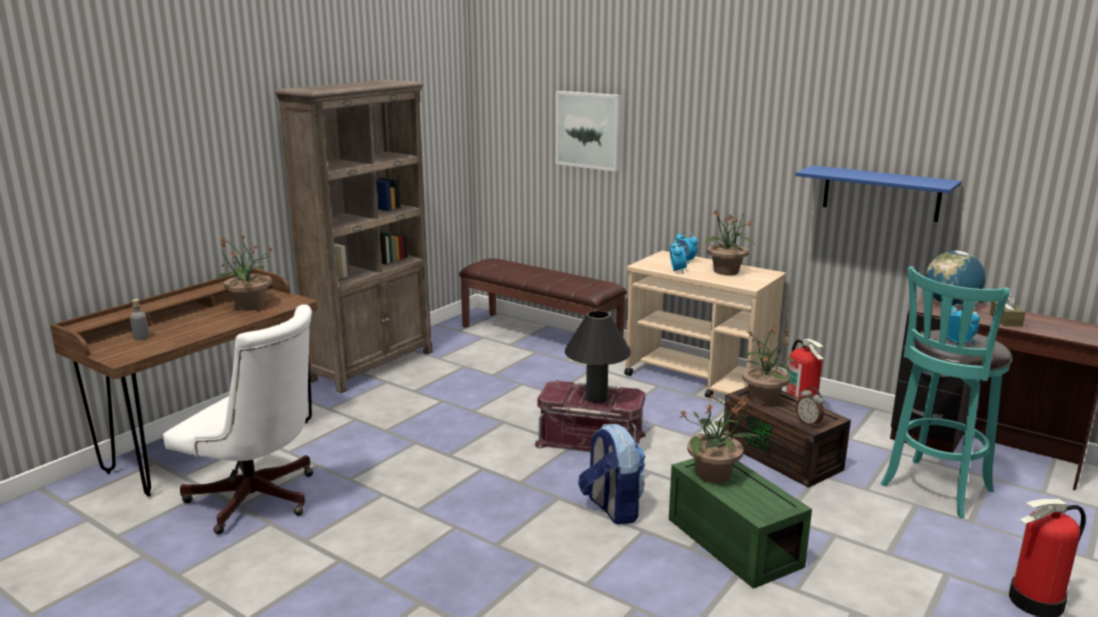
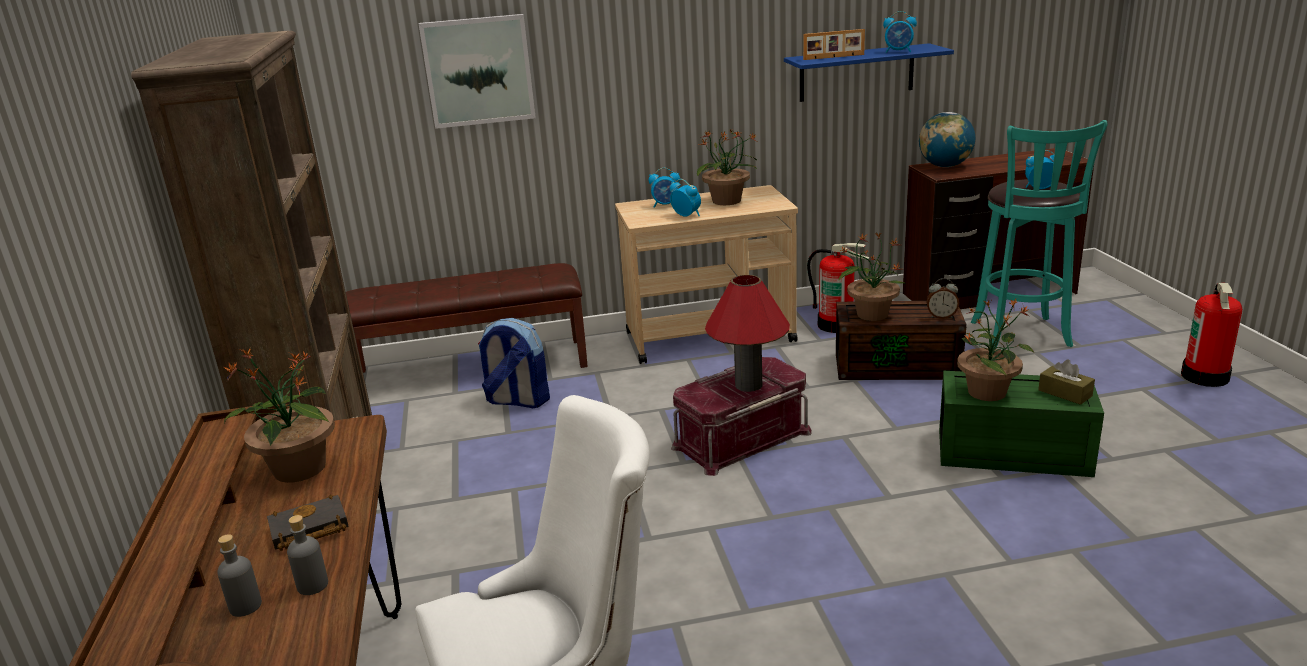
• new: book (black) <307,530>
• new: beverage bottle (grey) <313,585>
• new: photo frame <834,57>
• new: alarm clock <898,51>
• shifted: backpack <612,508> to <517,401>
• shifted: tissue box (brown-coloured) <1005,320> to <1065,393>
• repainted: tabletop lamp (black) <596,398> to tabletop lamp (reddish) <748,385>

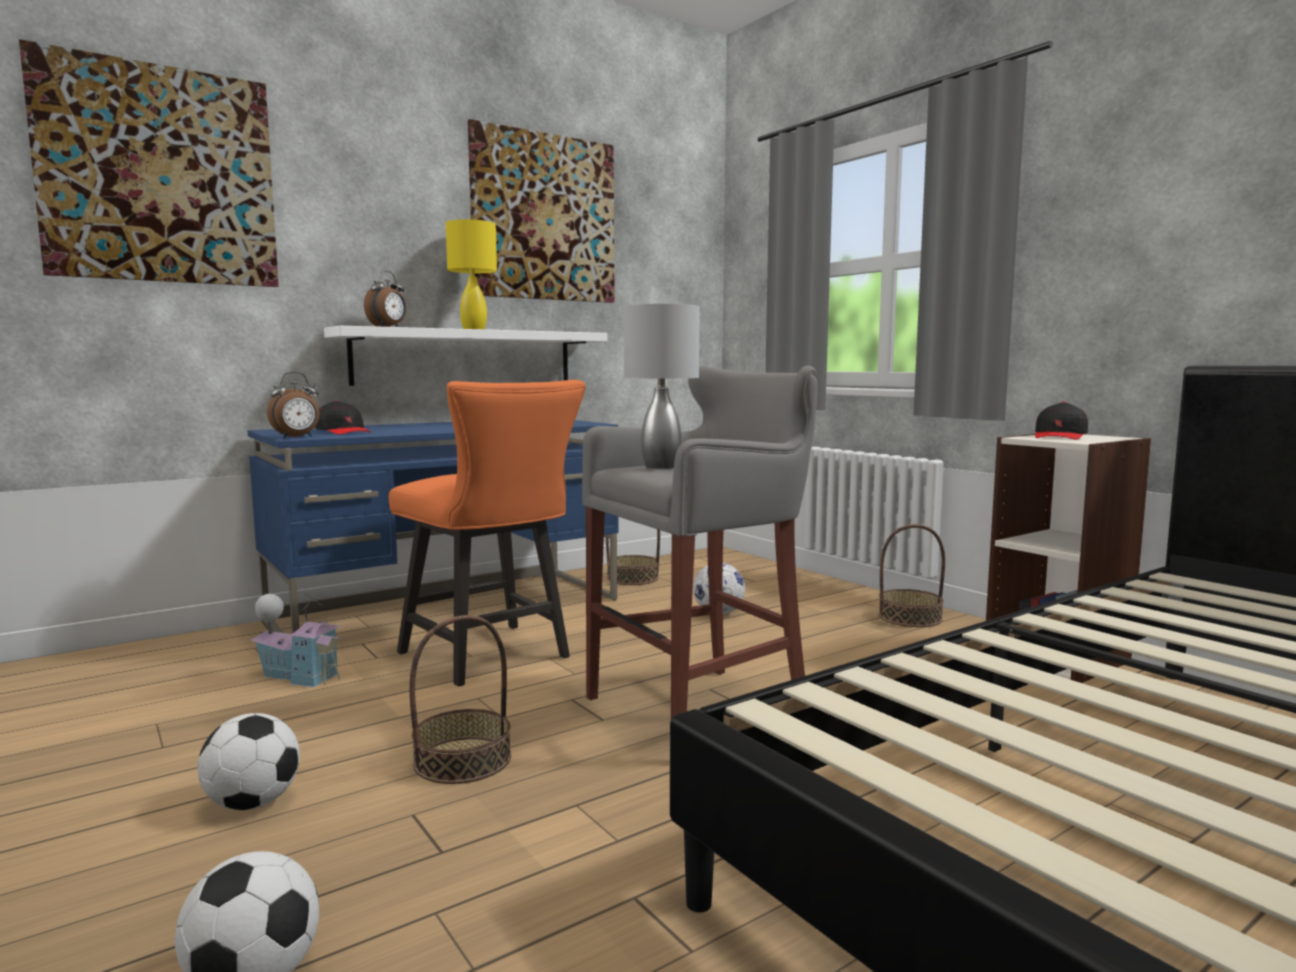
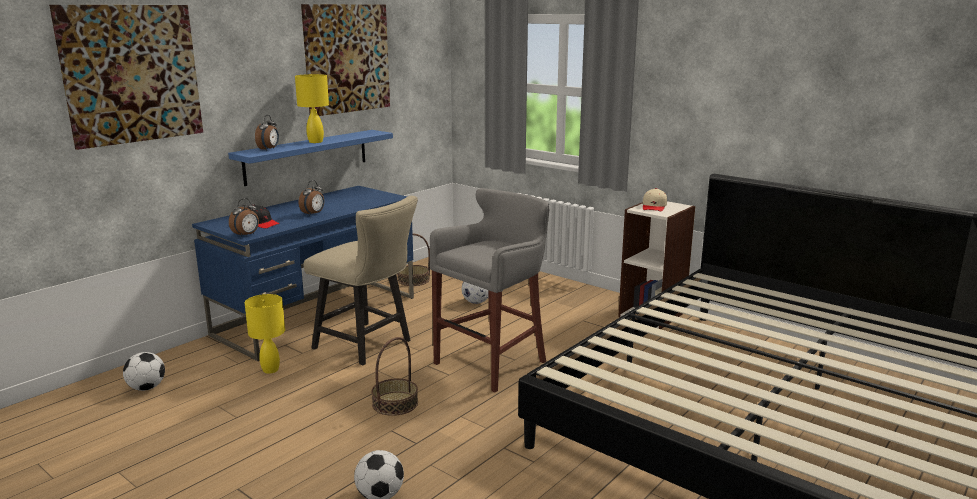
• gone: tabletop lamp (grey) <661,466>
• gone: basket <910,617>
• new: alarm clock <313,214>
• shifted: football <252,803> to <146,388>
• swapped: toy house <301,677> to tabletop lamp (yellow) <270,370>
• repainted: bracket shelf (white-coloured) <465,357> to bracket shelf (bluish) <307,156>
• repainted: upright chair (orangey) <492,657> to upright chair (beige-coloured) <368,345>
• repainted: baseball cap (black) <1060,436> to baseball cap (beige-coloured) <654,206>

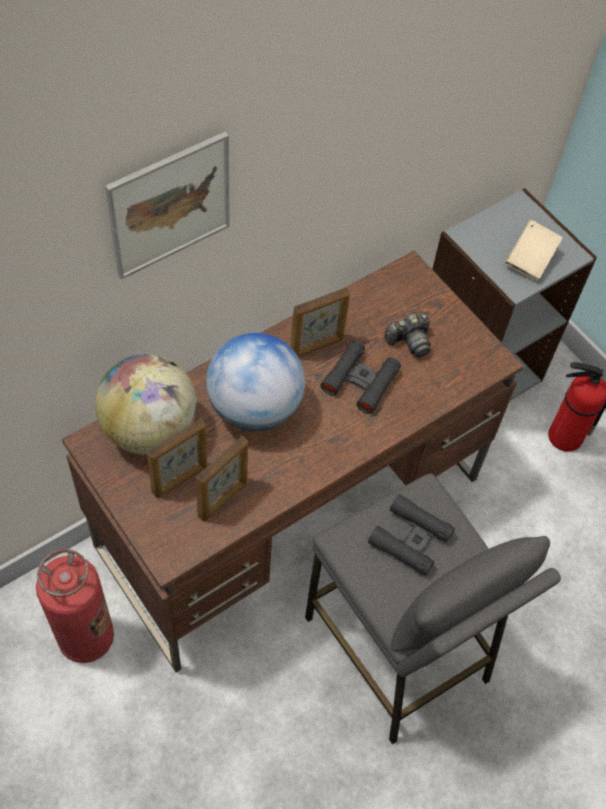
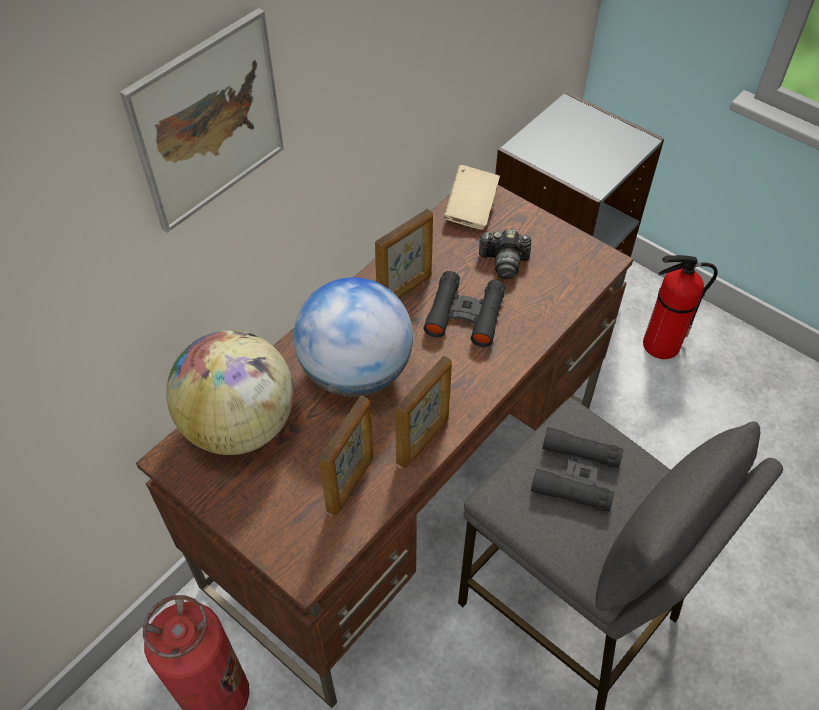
• shifted: photo frame <180,479> to <423,440>
• shifted: book (beige-coloured) <530,260> to <471,209>
• rotated: still camera <409,341> = <504,262> 45 degrees clockwise

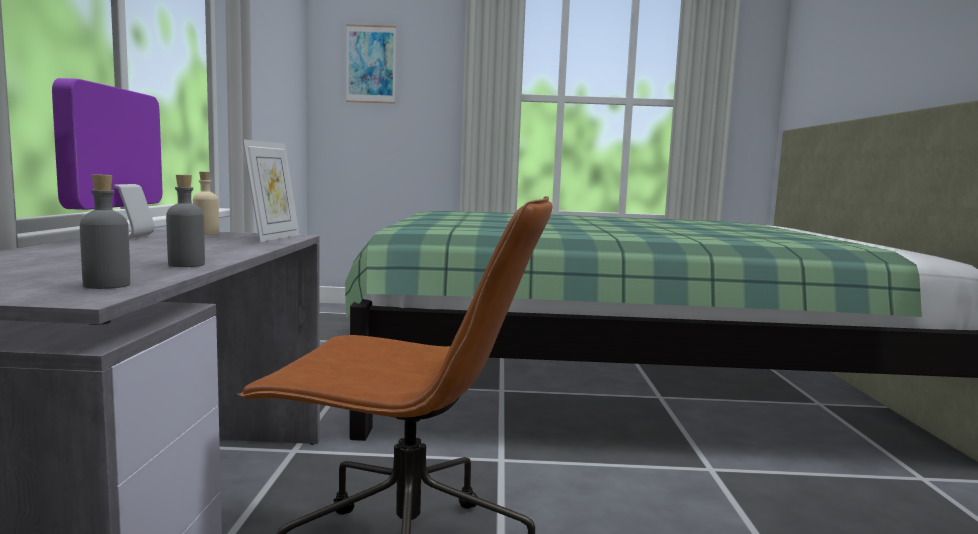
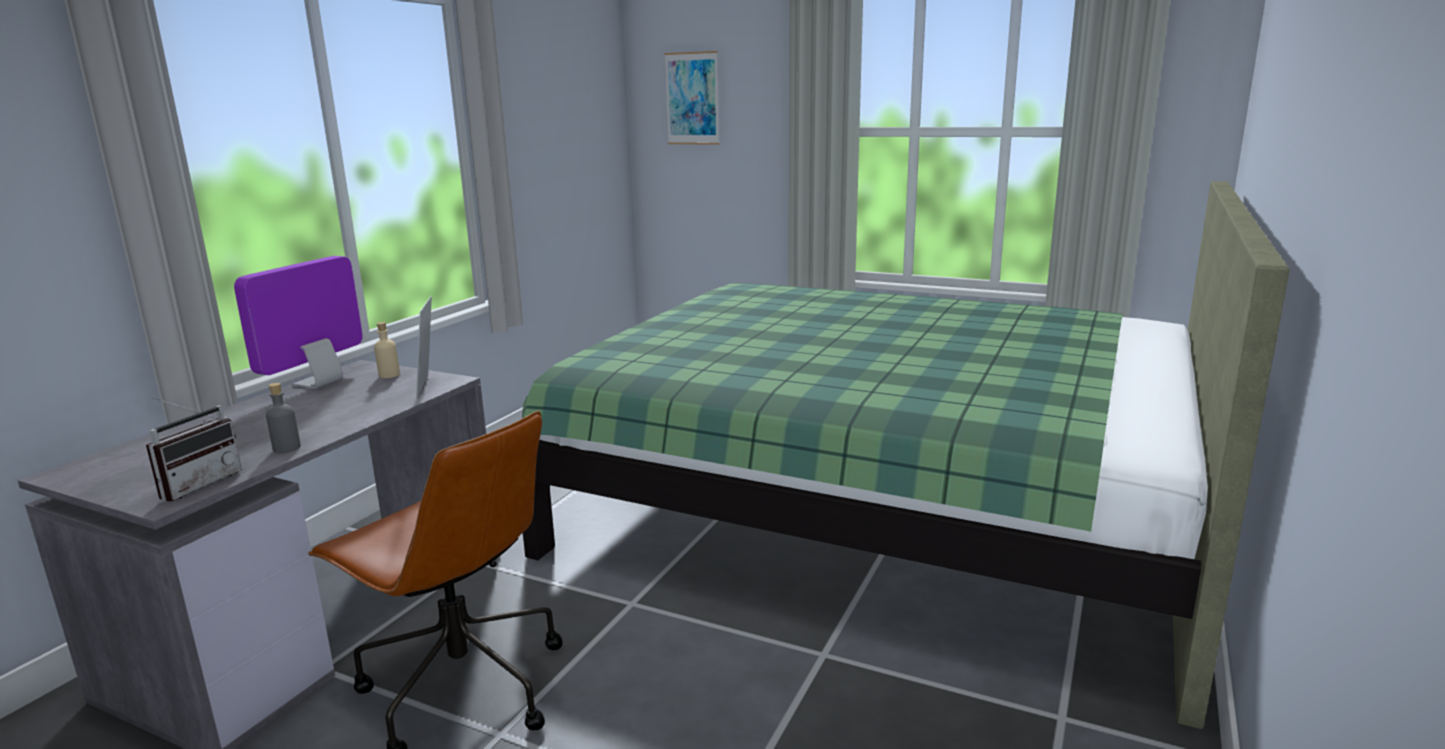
• swapped: beverage bottle (grey) <107,285> to radio set <197,484>
• rotated: photo frame <273,238> = <429,385> 135 degrees clockwise

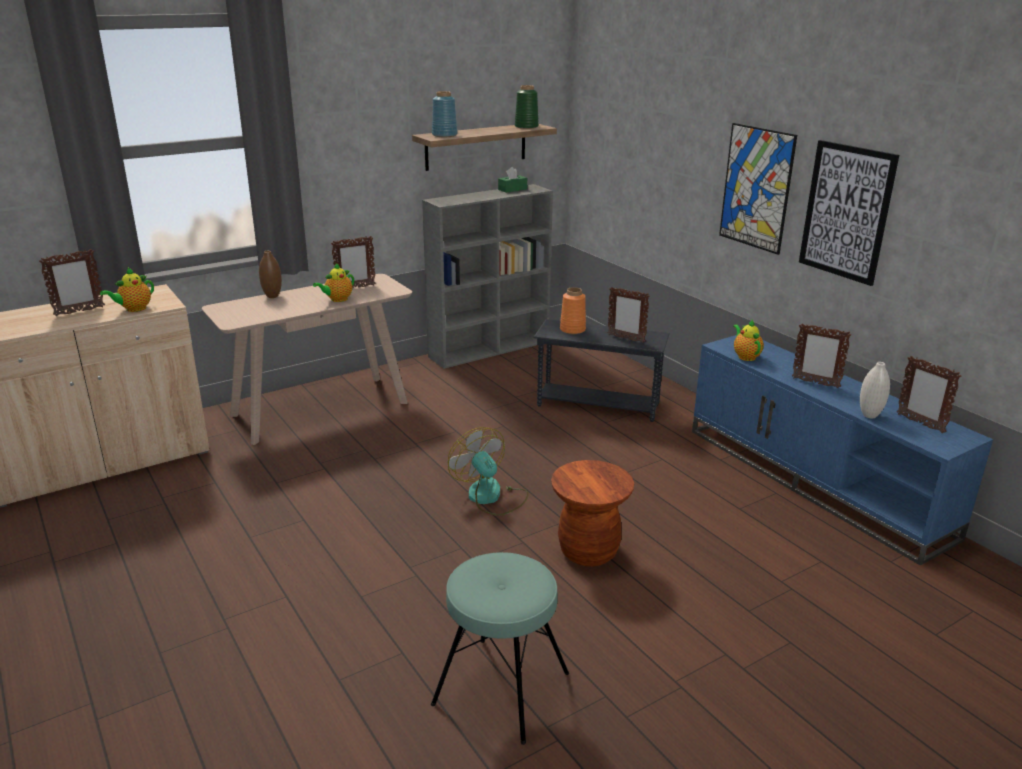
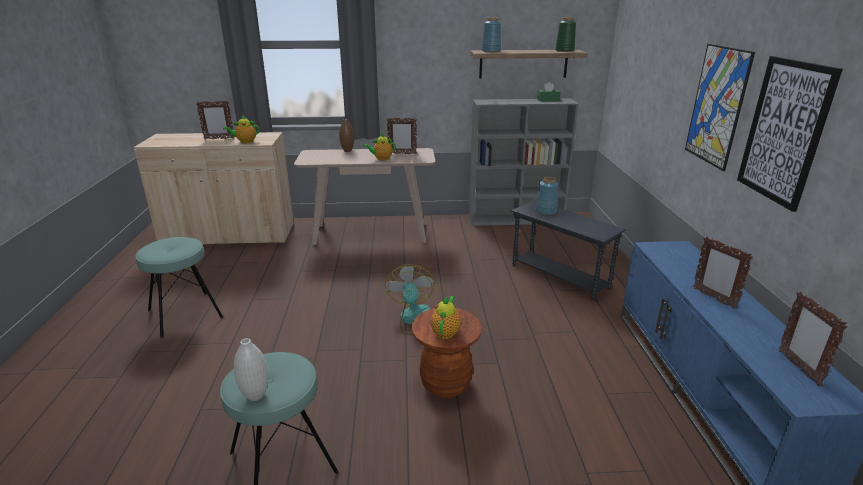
• gone: photo frame <626,338>
• new: stool seat (turquoise-coloured) <185,314>
• shifted: pot for tea <745,356> to <446,332>
• shifted: decorative vase (white-coloured) <869,415> to <255,396>
• repainted: decorative vase (orangey) <572,330> to decorative vase (bluish) <545,211>

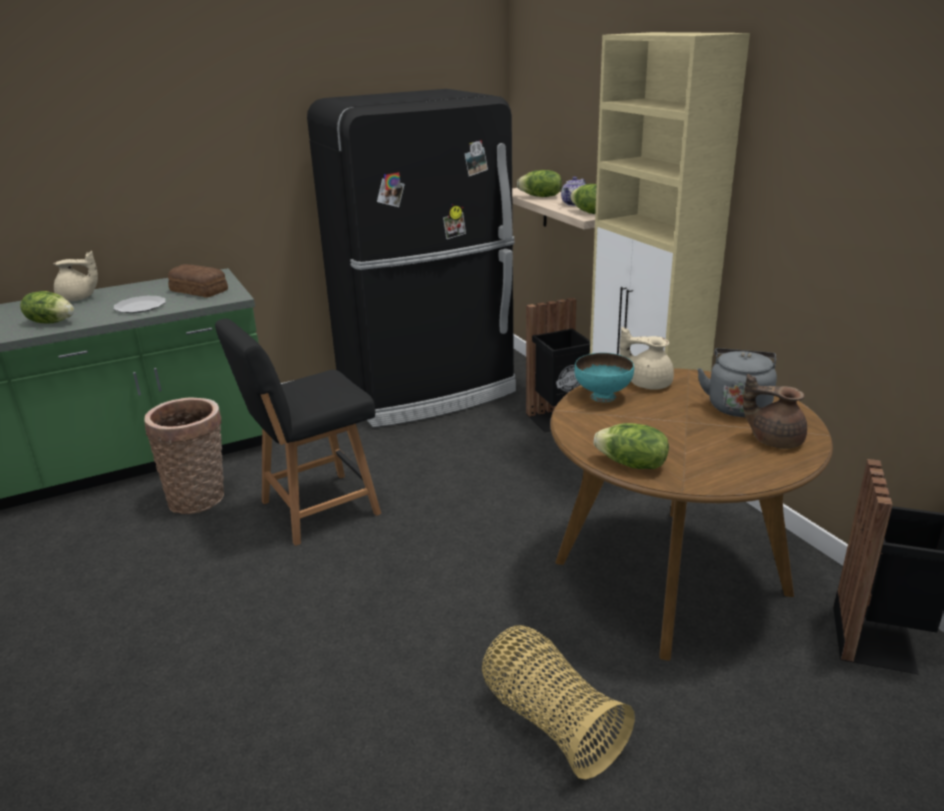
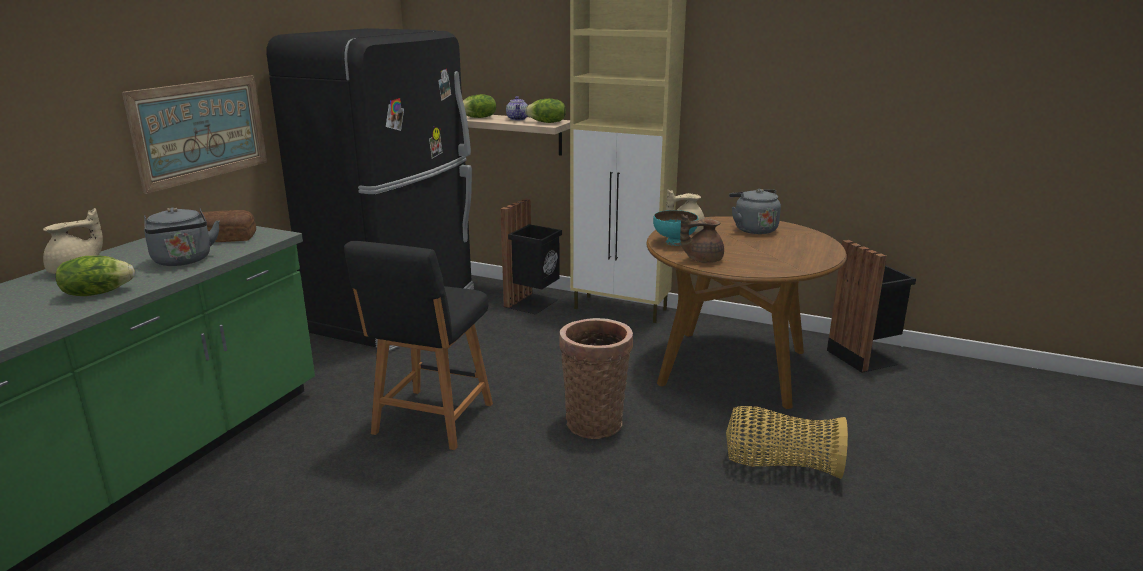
• gone: head of lettuce <631,464>
• new: wall art <200,130>
• shifted: basket <200,497> to <595,421>
• shifted: pot for tea (brown-coloured) <774,440> to <702,259>
• swapped: flat dish <139,307> to tea kettle (grey) <183,261>

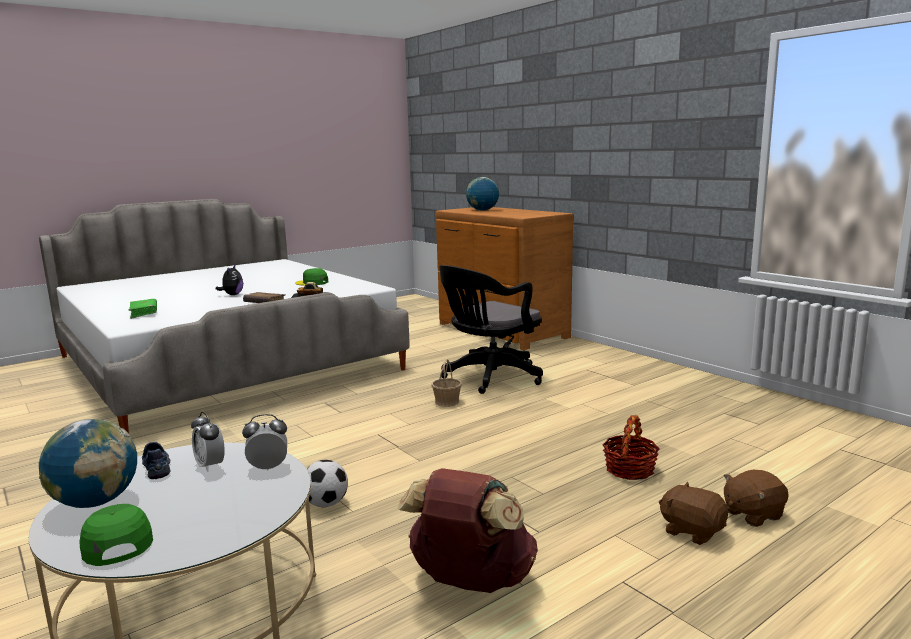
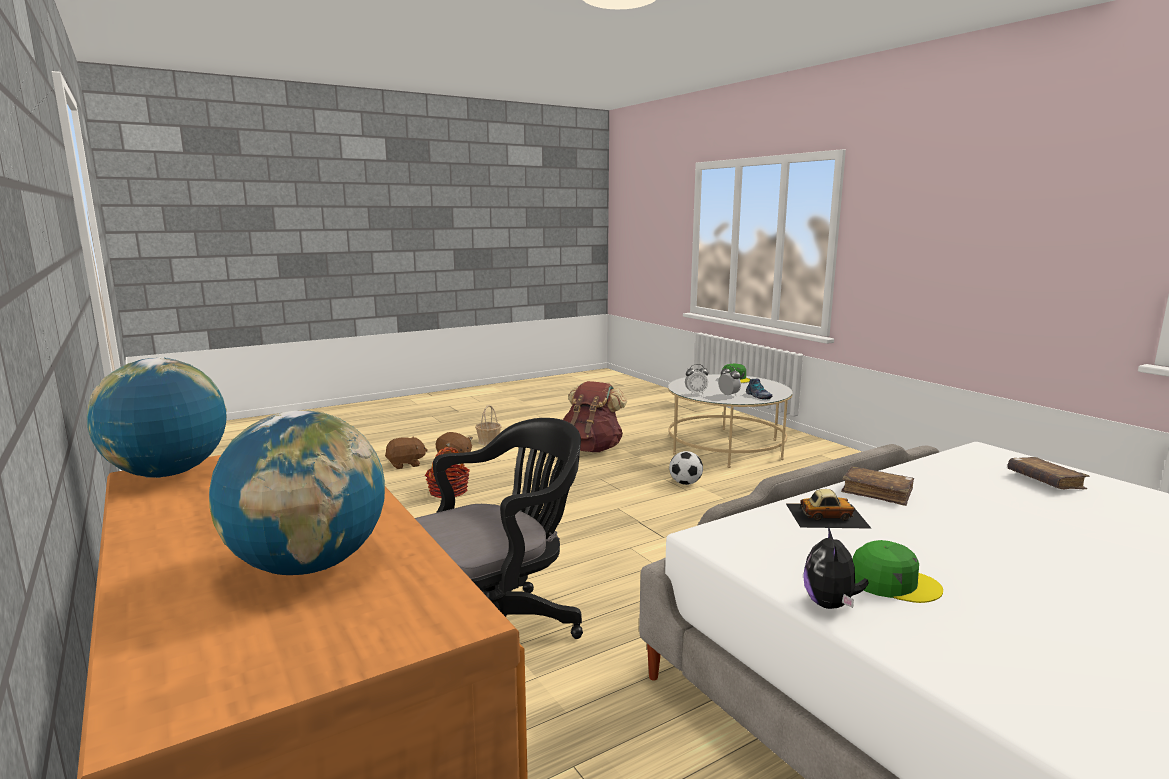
• shifted: world globe <96,502> to <168,474>
• shifted: soft toy <232,295> to <830,605>
• shifted: basket <447,402> to <488,442>
• repainted: book (green) <144,313> to book (brown-coloured) <1045,481>

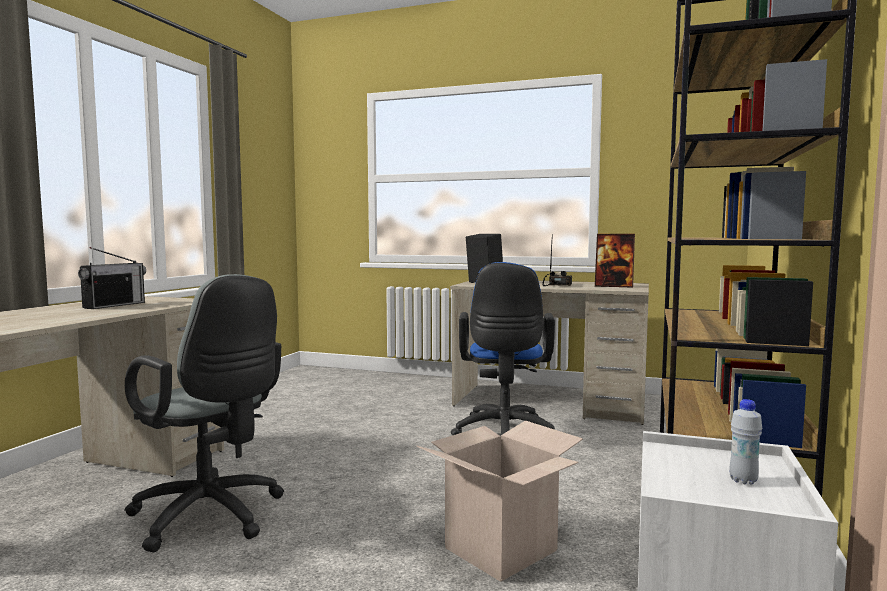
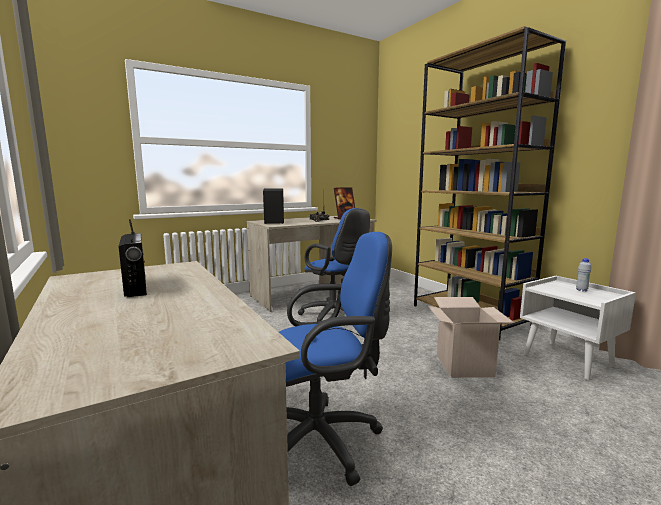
• repainted: office chair (grey) <212,517> to office chair (bluish) <325,440>

